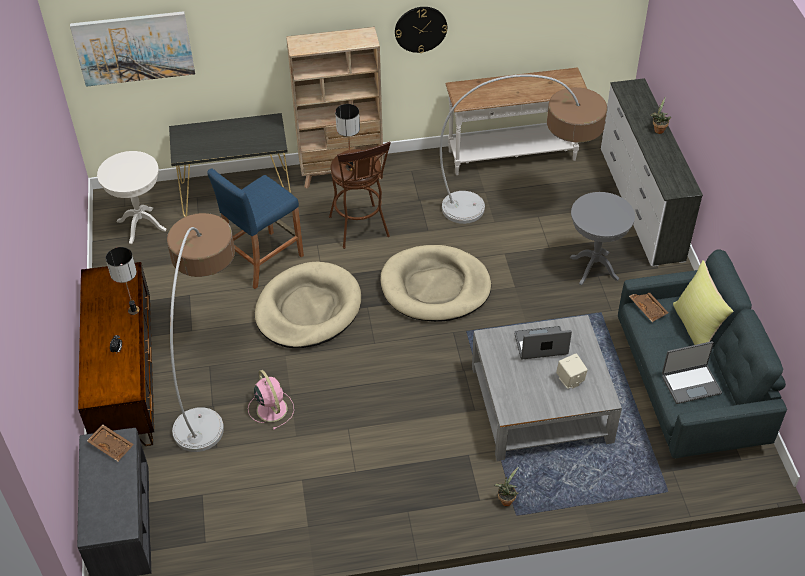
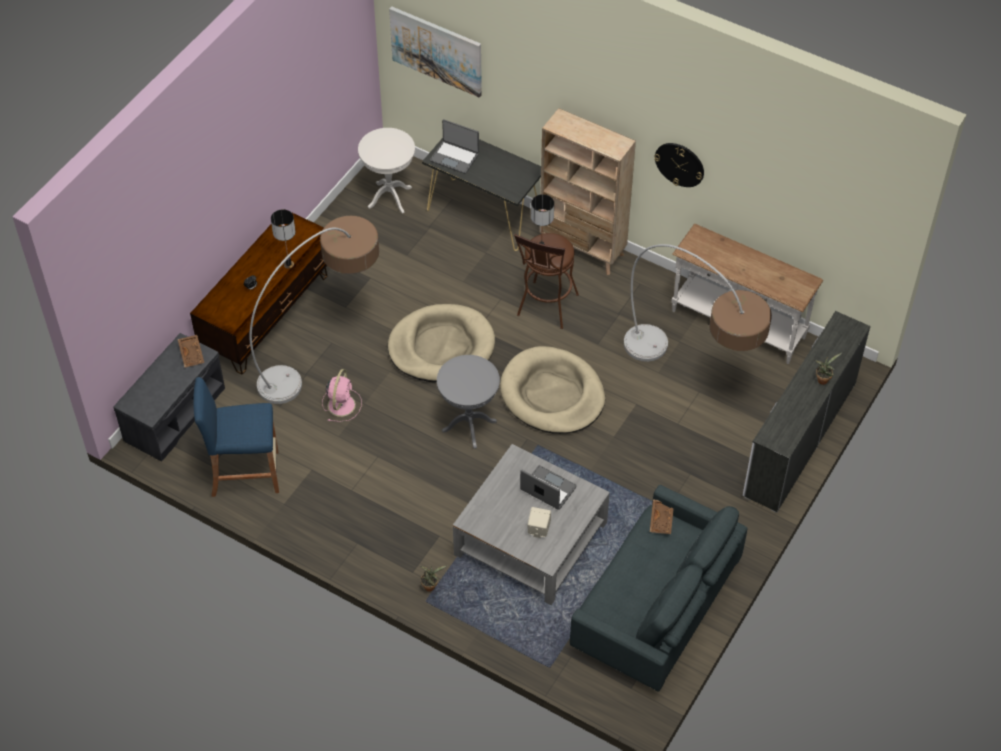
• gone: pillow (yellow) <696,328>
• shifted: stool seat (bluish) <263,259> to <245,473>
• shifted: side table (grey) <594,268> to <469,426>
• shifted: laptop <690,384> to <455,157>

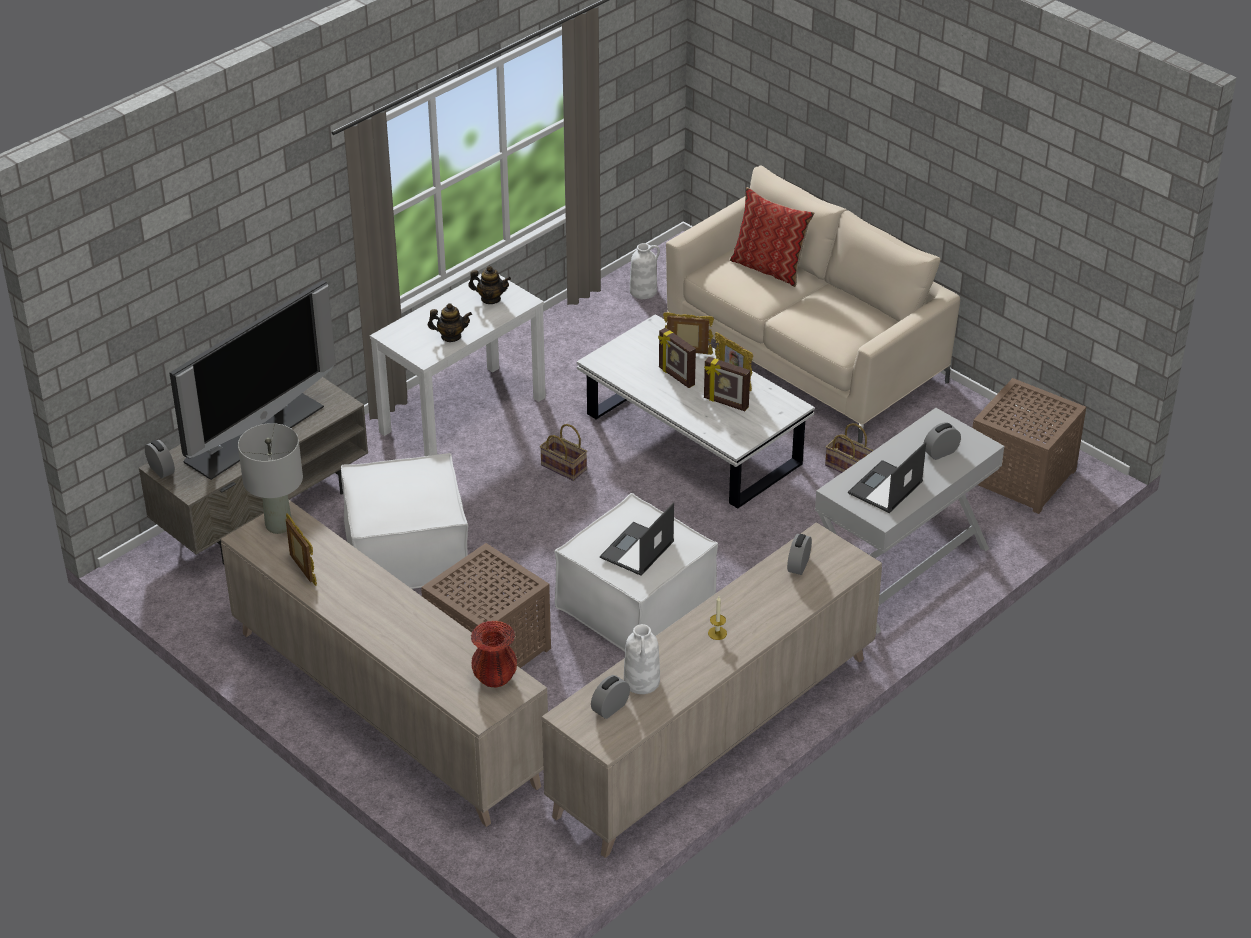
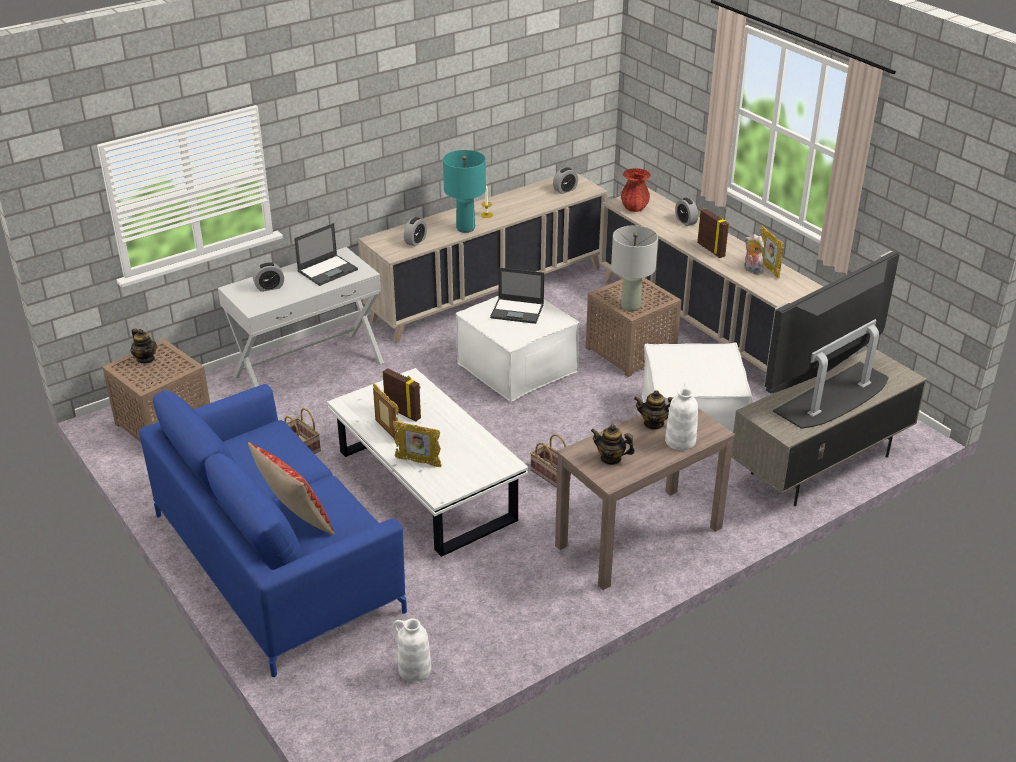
• new: pot for tea <146,359>
• new: tabletop lamp (turquoise-coloured) <465,228>
• new: soft toy <751,270>
• shifted: alarm clock <161,470> to <685,221>
• shifted: tabletop lamp (grey) <278,525> to <631,306>
• shifted: decorative vase (white-coloured) <642,682> to <680,441>
• shifted: photo frame <676,377> to <711,250>
• repainted: hall table (white-coloured) <463,414> to hall table (brown-coloured) <639,537>
• repainted: couch (beige-coloured) <806,355> to couch (bluish) <276,561>
• rotated: laptop <636,550> = <518,311> 60 degrees clockwise

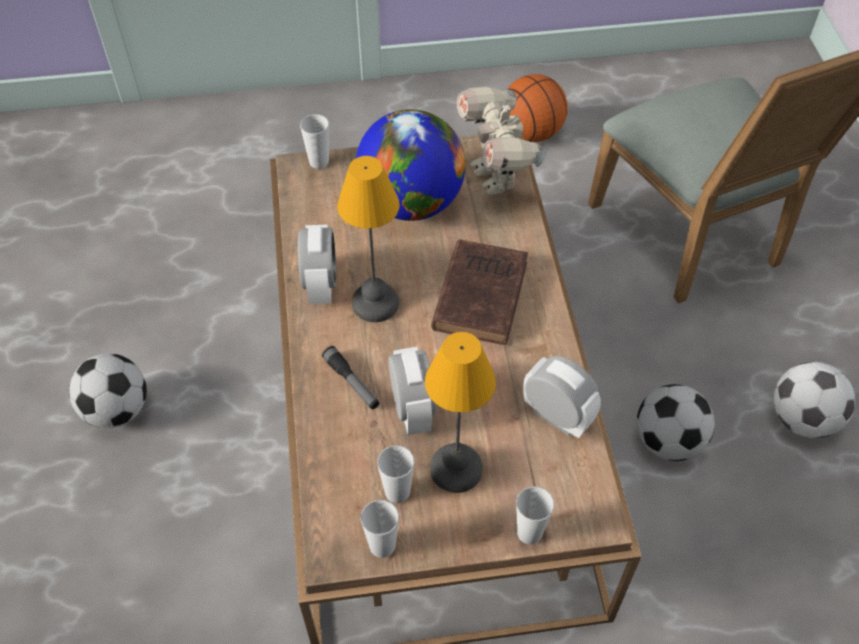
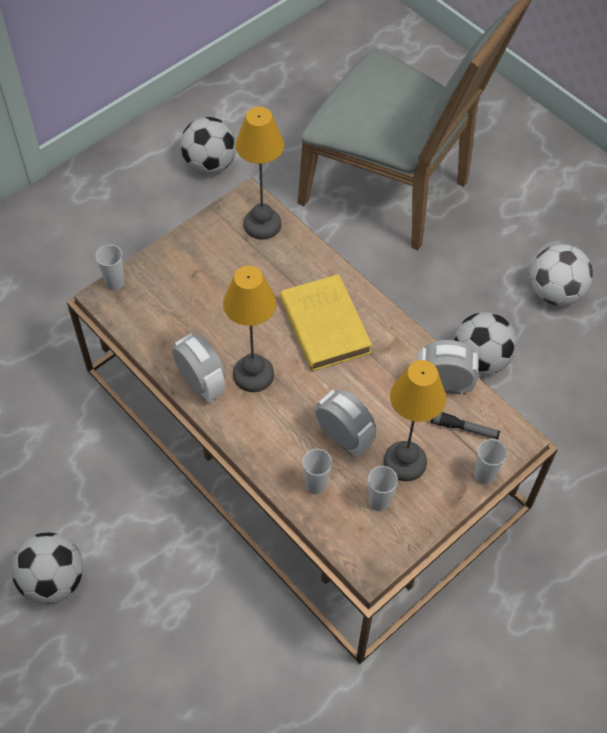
• gone: world globe <411,203>
• shifted: flashlight <352,382> to <464,429>
• shifted: small cup <382,546> to <316,485>
• swapped: toy robot <496,176> to tabletop lamp <263,224>
• swapped: basketball ball <531,133> to football <210,164>
• repainted: book (brown-coloured) <481,293> to book (yellow) <324,324>

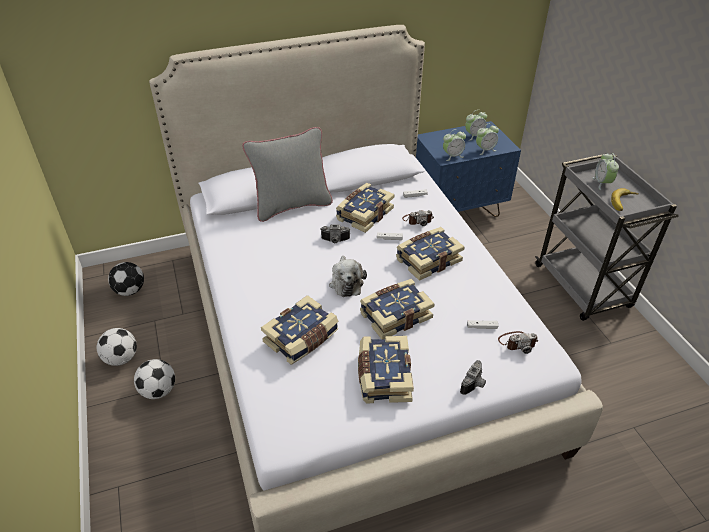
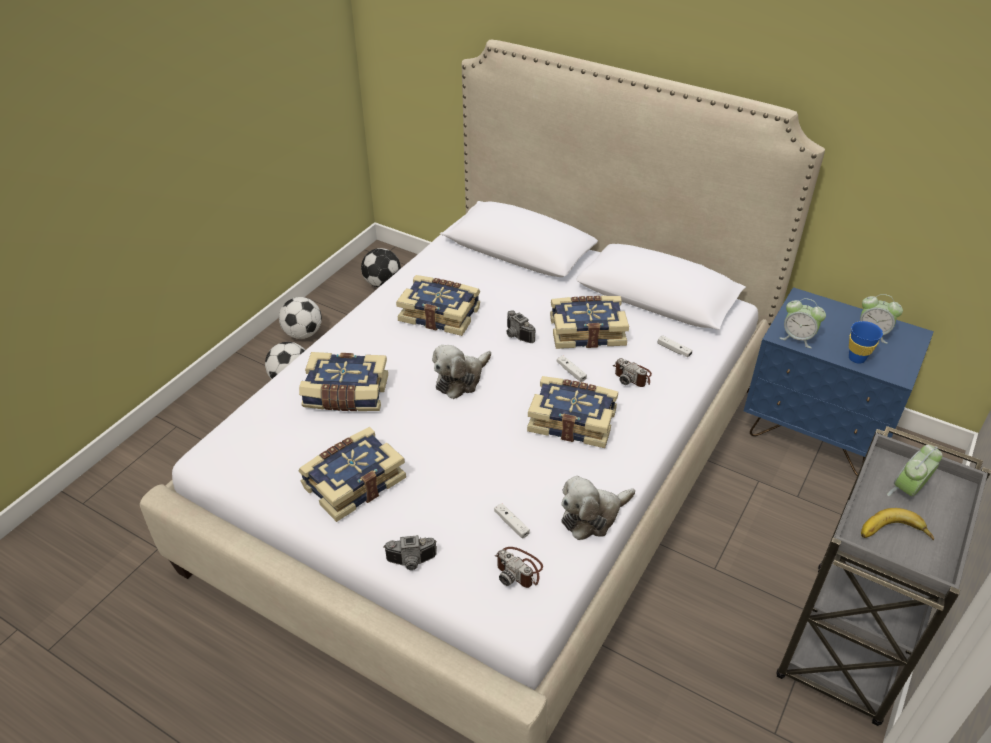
• gone: pillow (grey) <292,206>
• new: soft toy <593,516>
• shifted: book <395,315> to <440,314>
• swapped: alarm clock <485,150> to small cup (bluish) <856,358>

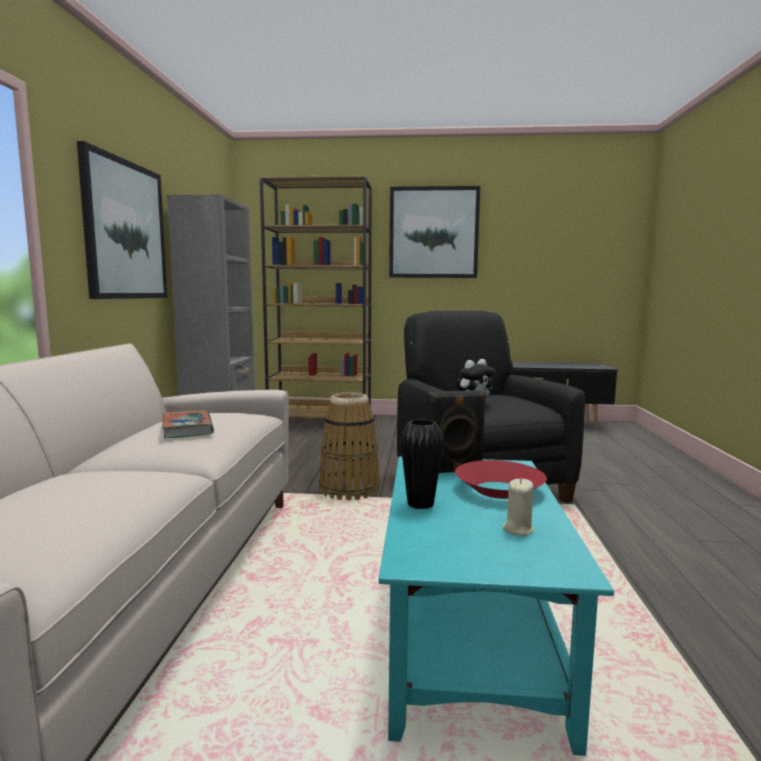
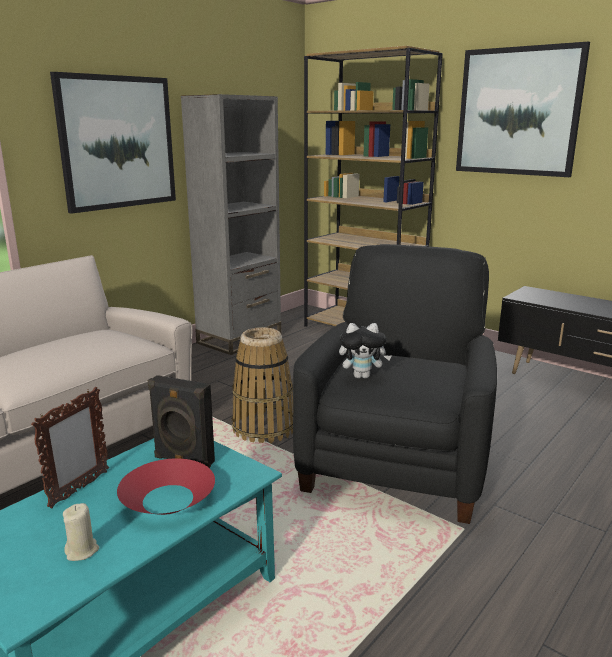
• gone: book <187,428>
• swapped: decorative vase (black) <420,504> to photo frame <79,489>

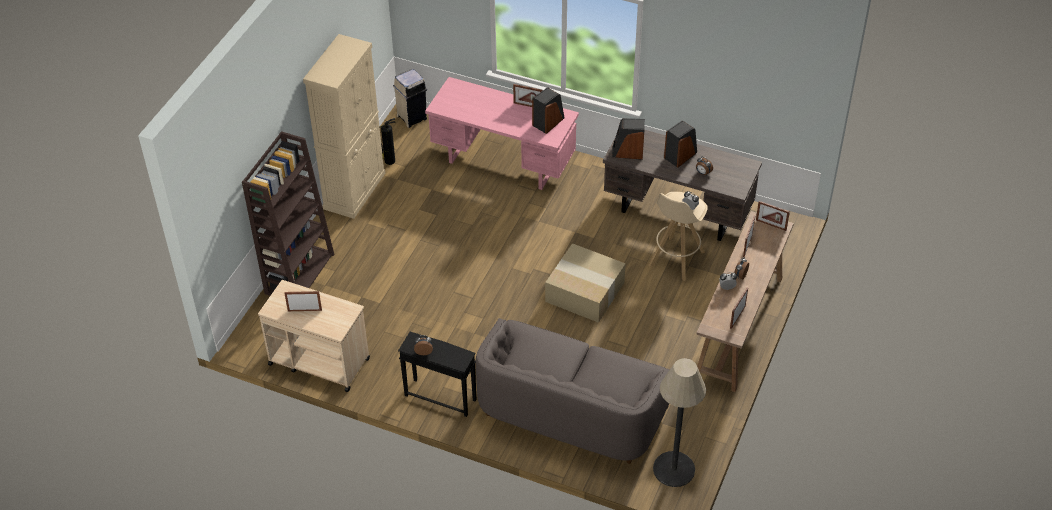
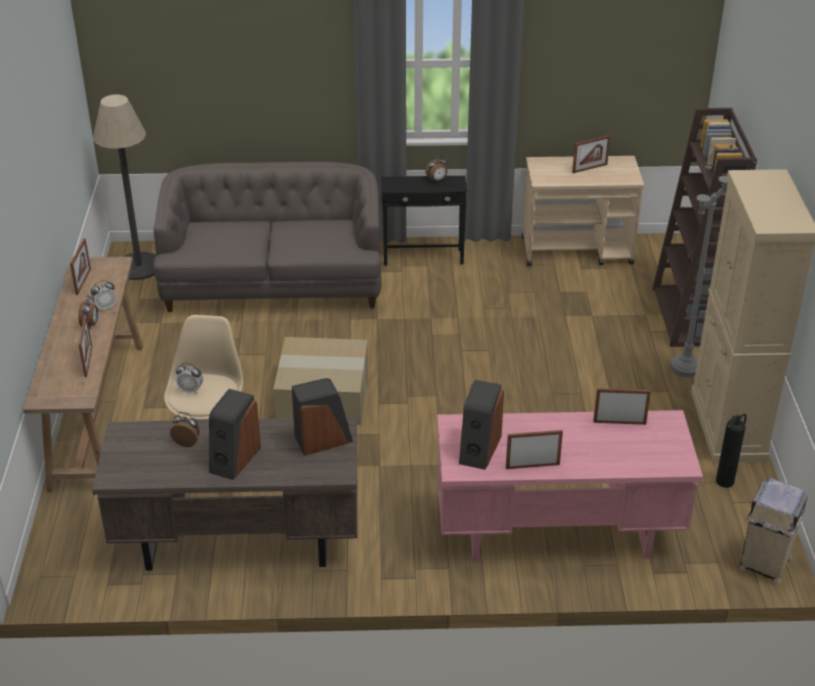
• new: standard lamp (grey) <685,368>
• shifted: photo frame <771,225> to <619,422>

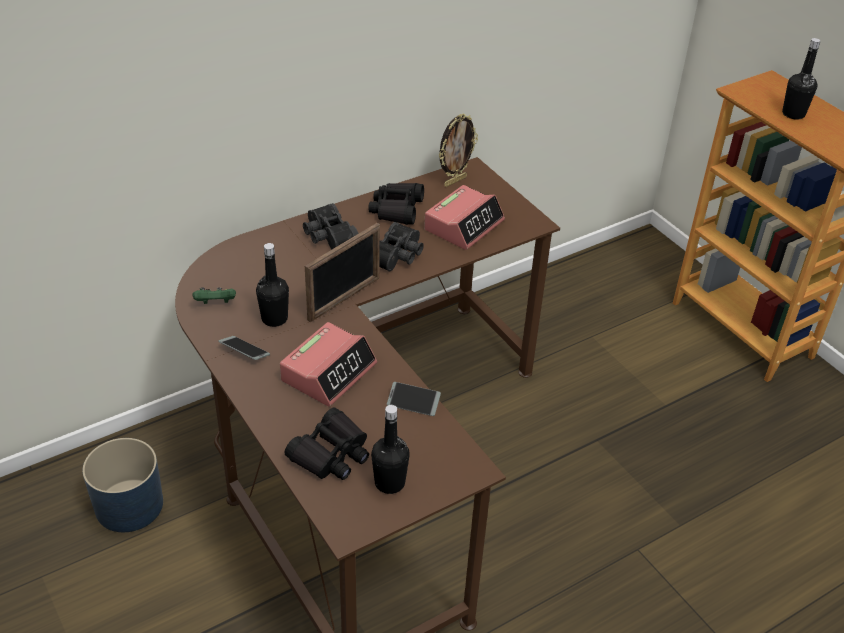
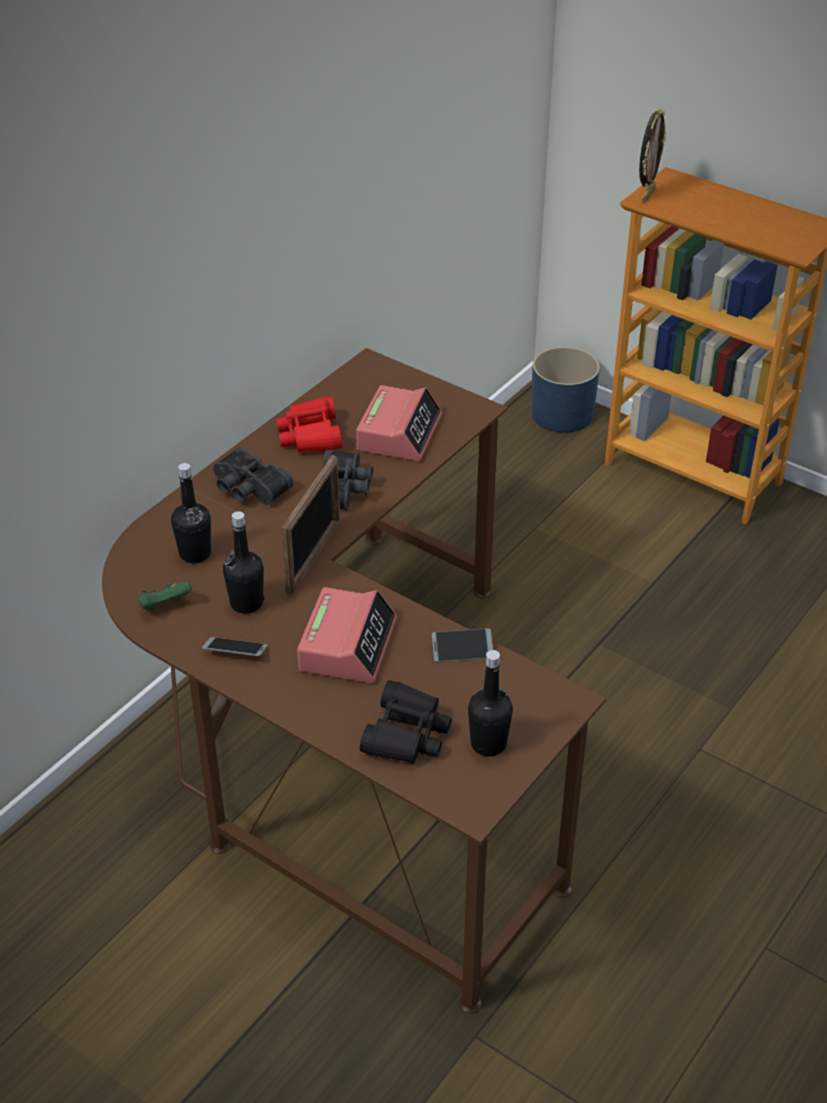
• shifted: planter (bluish) <129,505> to <561,414>
• shifted: photo frame <454,181> to <647,195>
• shifted: beverage bottle (black) <793,114> to <195,554>
• repainted: field glasses (black) <396,209> to field glasses (reddish) <310,435>

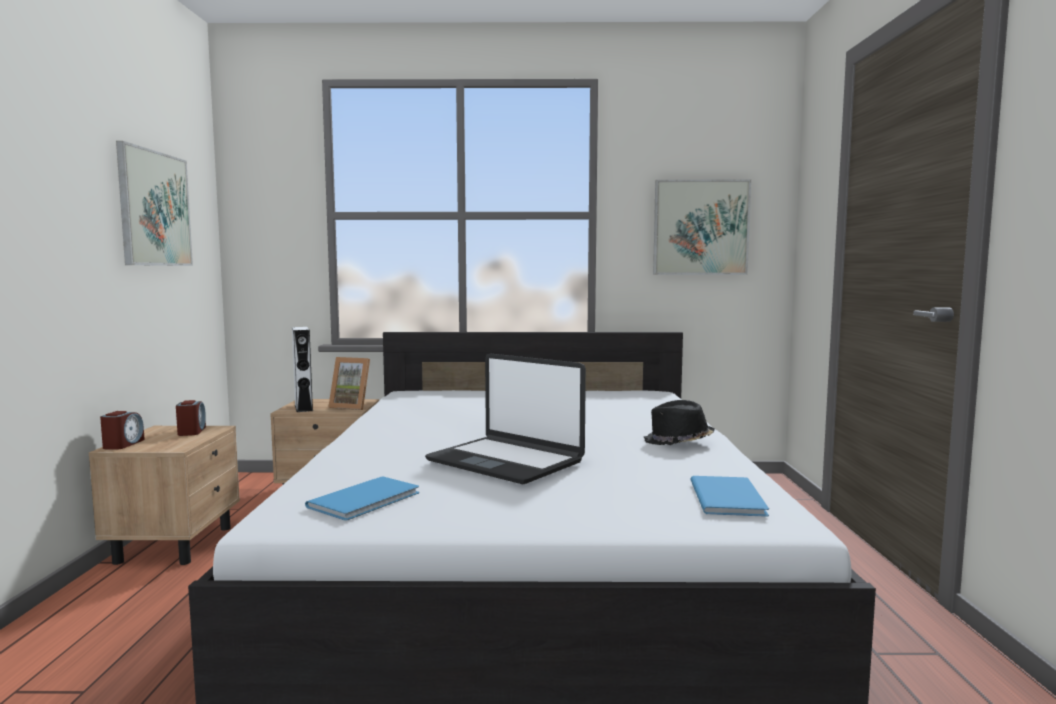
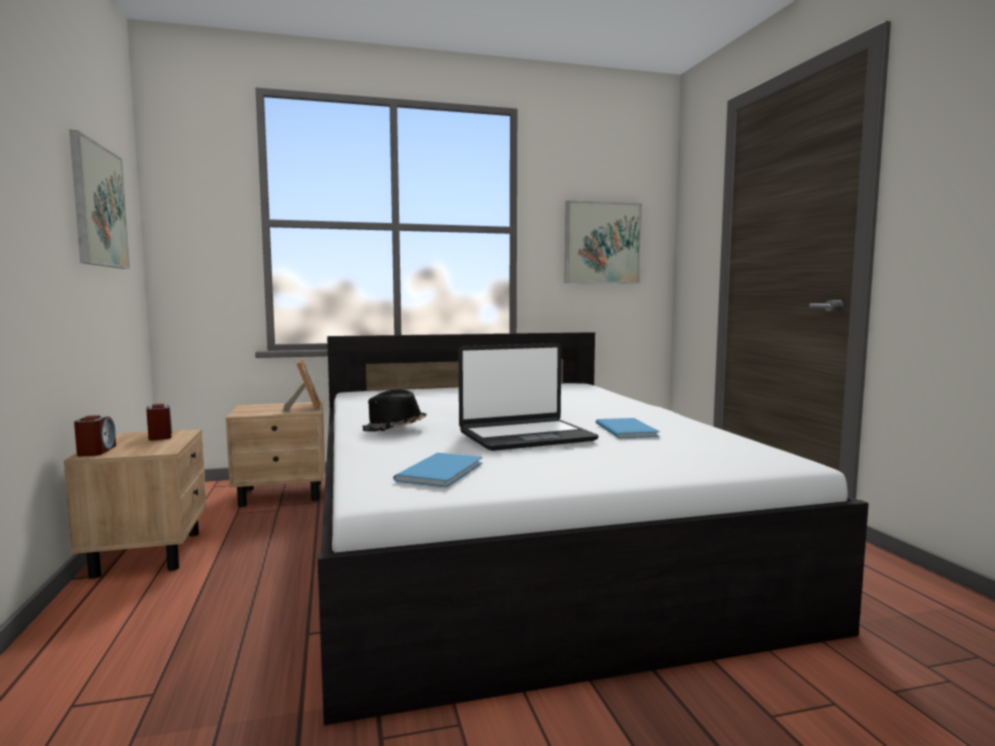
• gone: audio speaker (white-coloured) <303,407>
• shifted: hat (black) <678,442> to <394,428>
• shifted: book (bluish) <729,497> to <627,429>
• rotated: photo frame <352,406> = <304,408> 105 degrees counterclockwise
• rotated: laptop <506,461> = <525,436> 45 degrees counterclockwise

